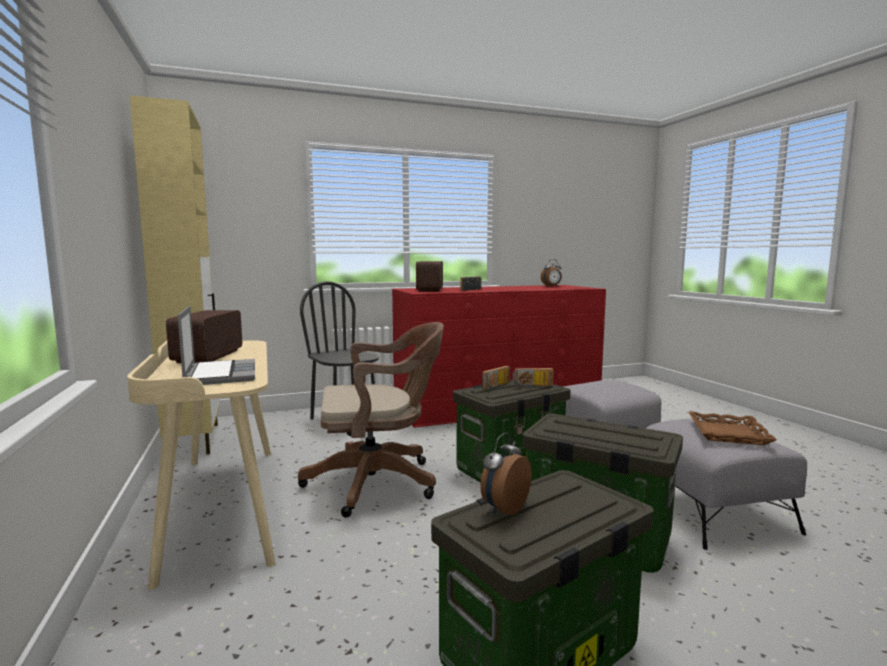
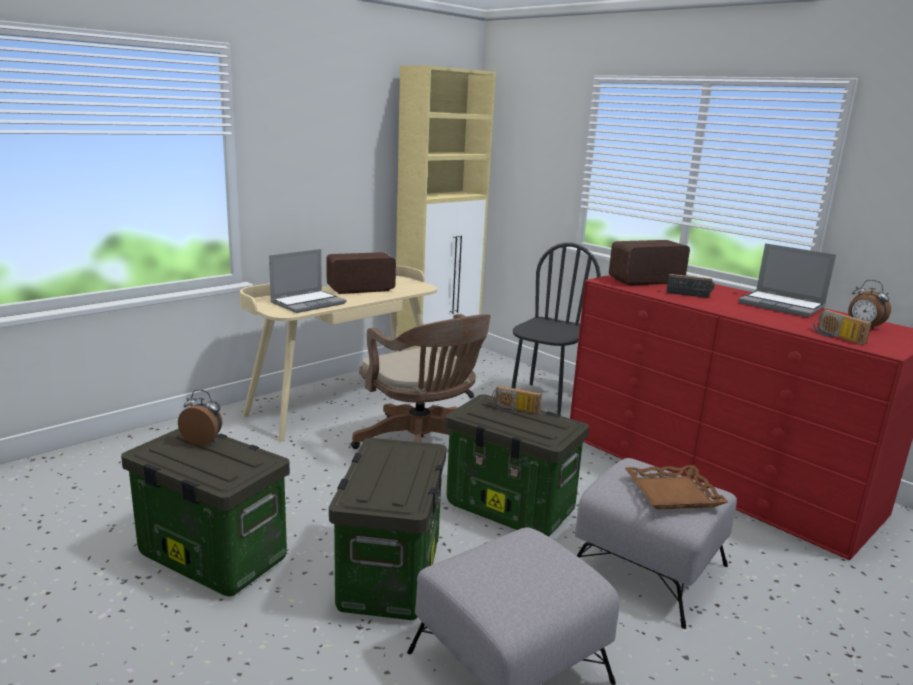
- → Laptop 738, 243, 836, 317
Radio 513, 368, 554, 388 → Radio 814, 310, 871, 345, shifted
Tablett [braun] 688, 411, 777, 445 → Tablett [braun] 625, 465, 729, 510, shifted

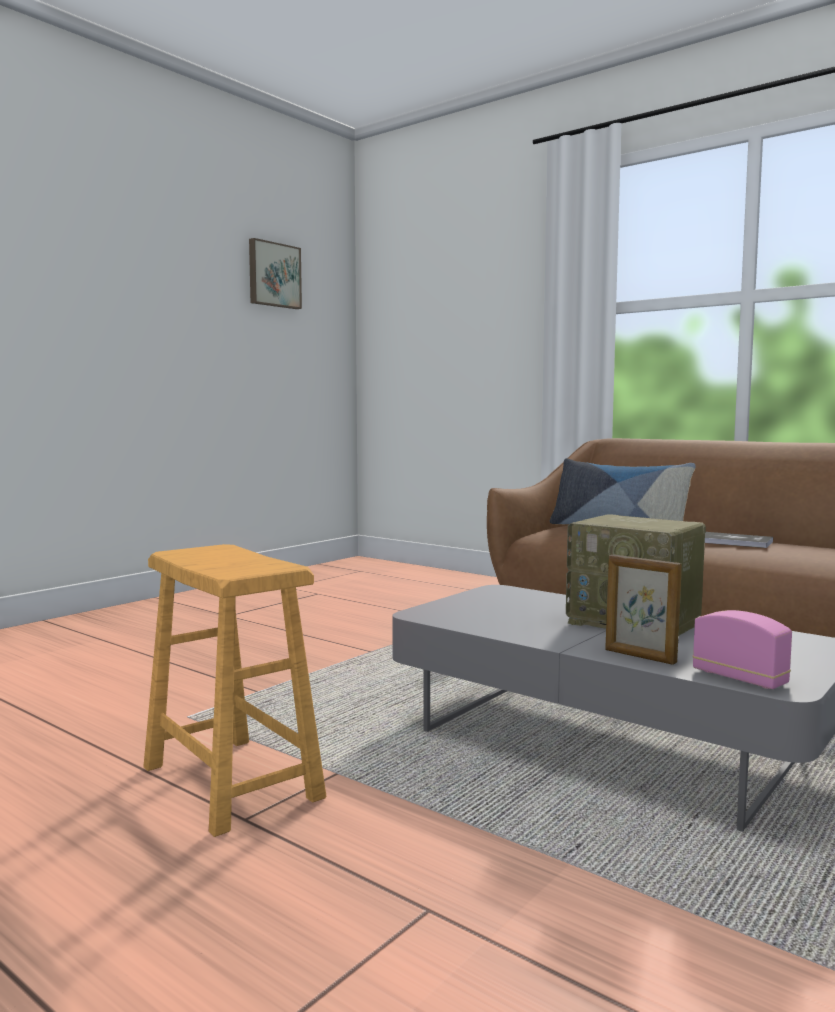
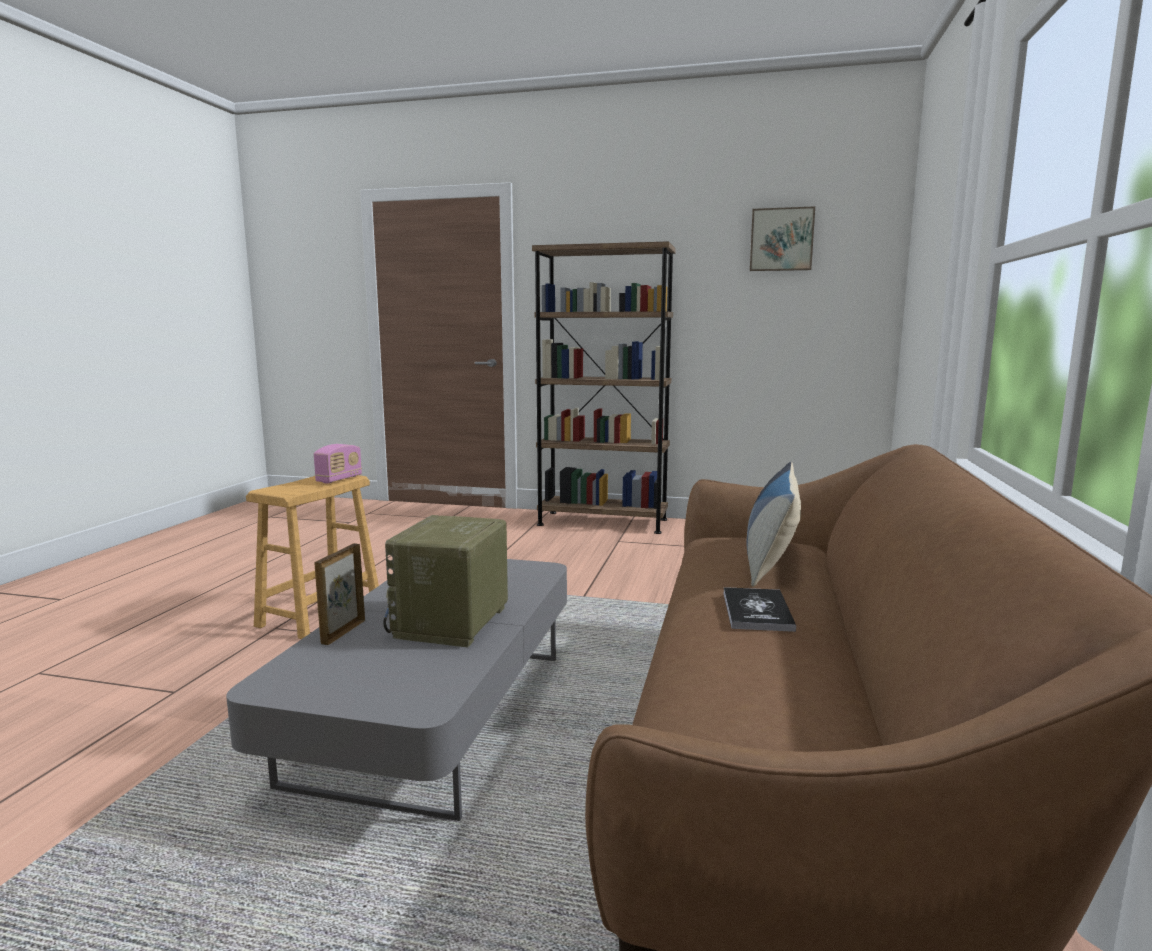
- → Bücherregal [braun] 532, 241, 676, 534
Radio 692, 610, 792, 689 → Radio 314, 444, 362, 483, shifted

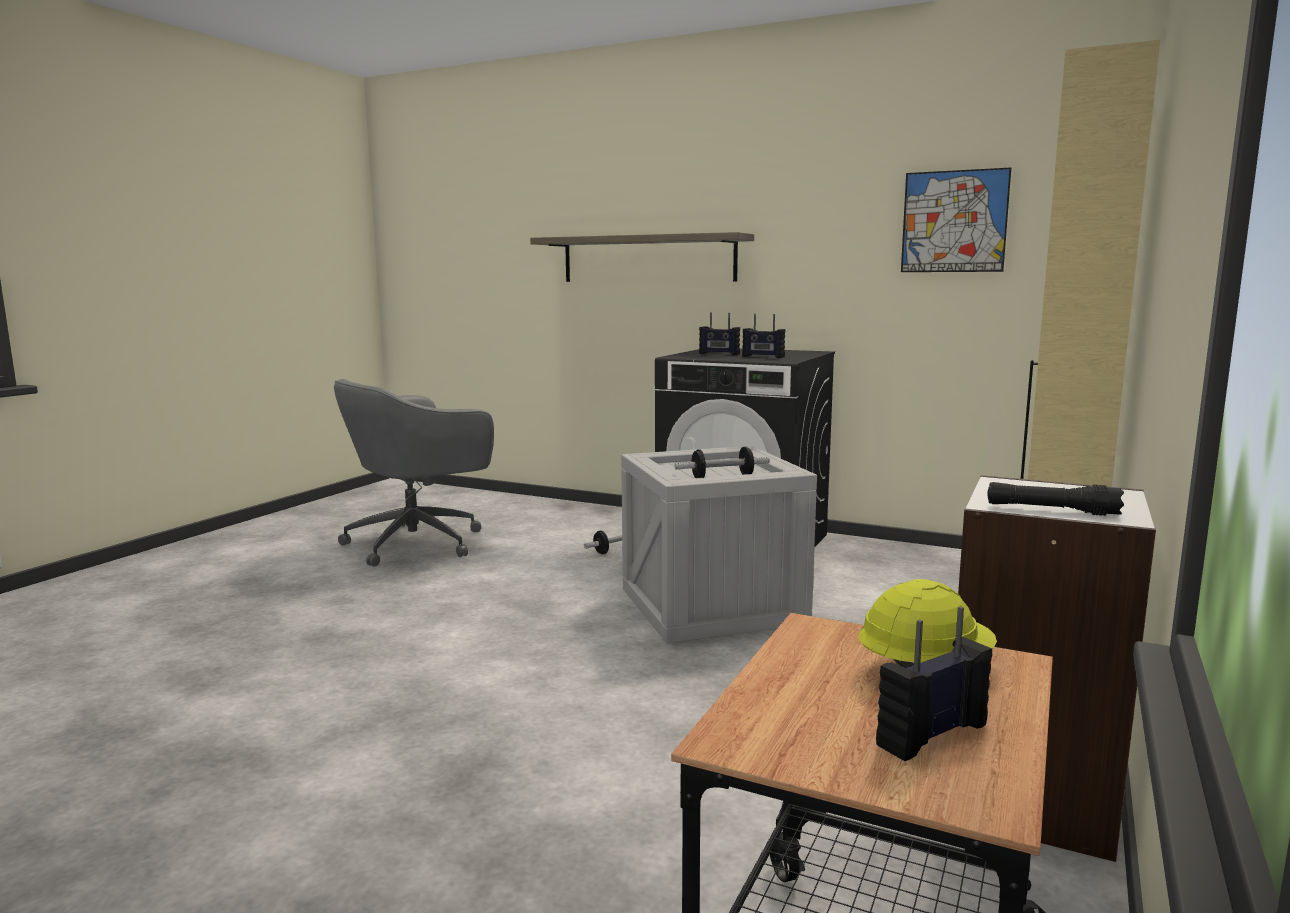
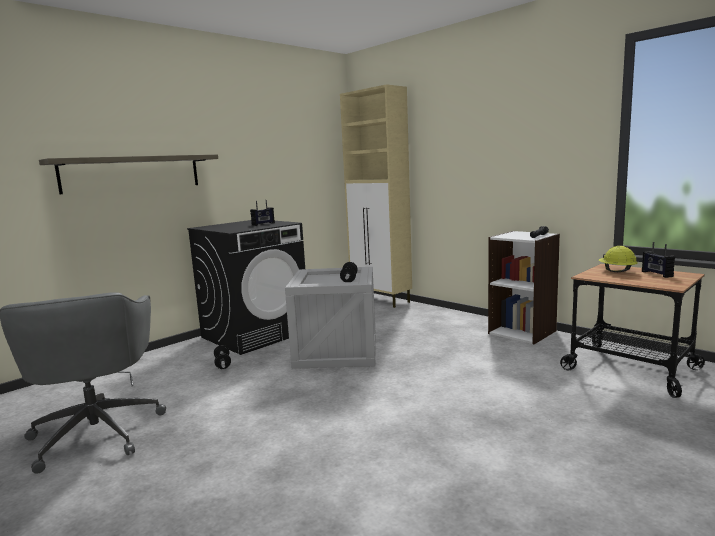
Radio 699, 313, 740, 355 → -
Bild 901, 167, 1011, 272 → -

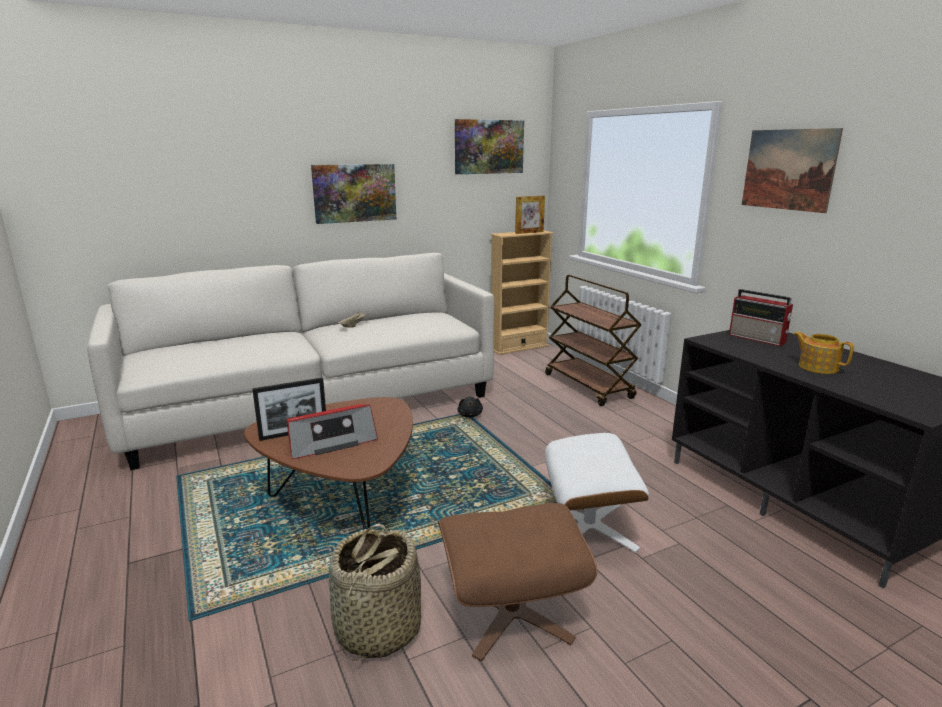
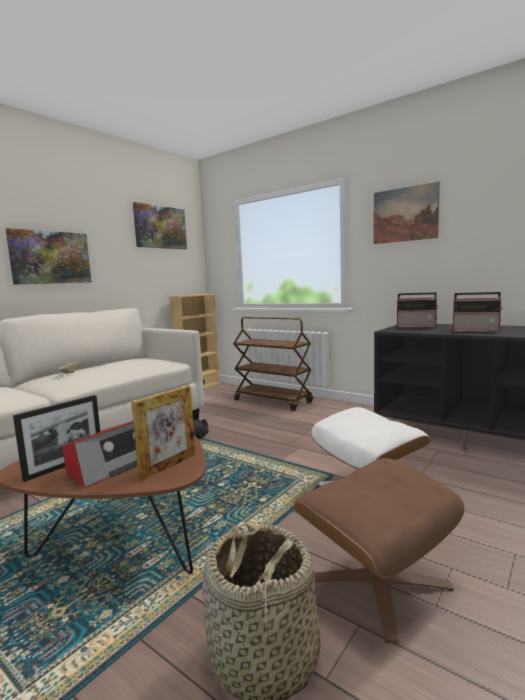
Bilderrahmen 515, 196, 545, 234 → Bilderrahmen 131, 386, 196, 481, shifted
Teekanne 793, 332, 854, 374 → Radio 453, 292, 503, 332

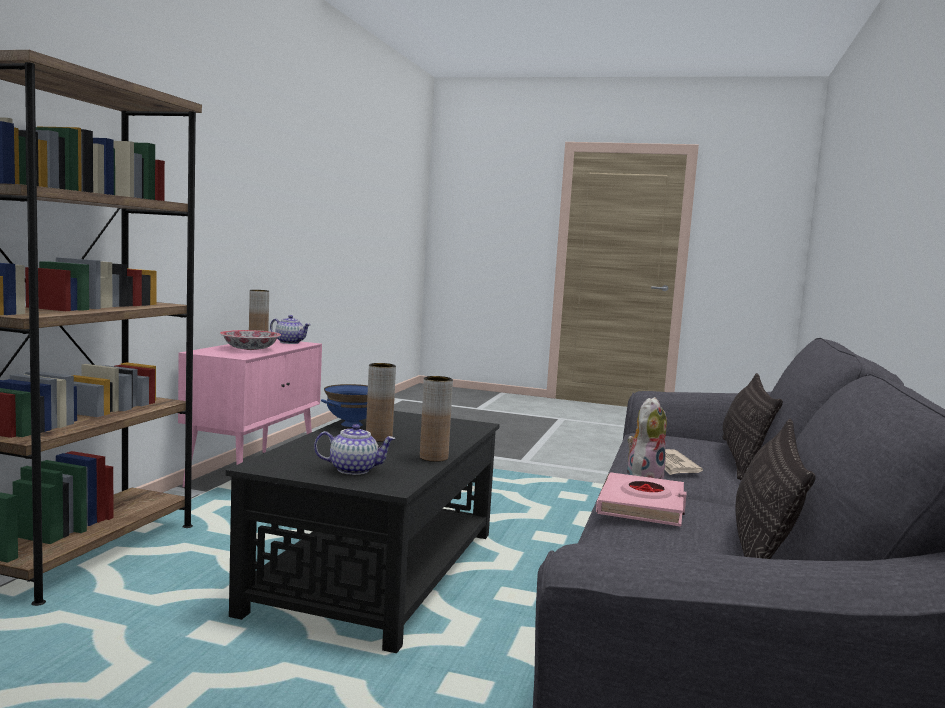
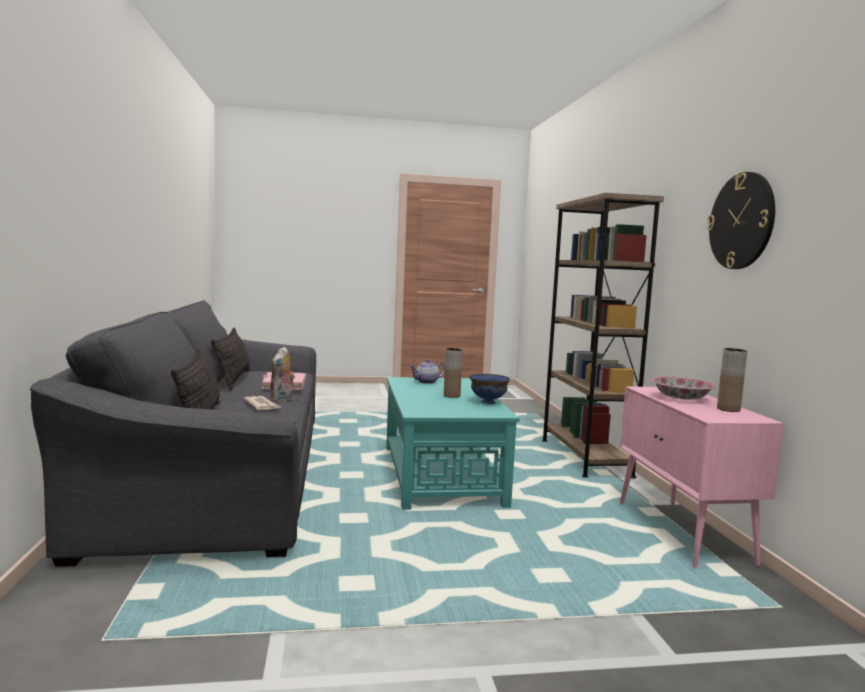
Teekanne 270, 315, 311, 344 → -
Vase [braun] 420, 376, 453, 462 → -
- → Wanduhr 707, 172, 775, 269
Couchtisch [schwarz] 226, 411, 500, 653 → Couchtisch [türkis] 386, 377, 520, 510

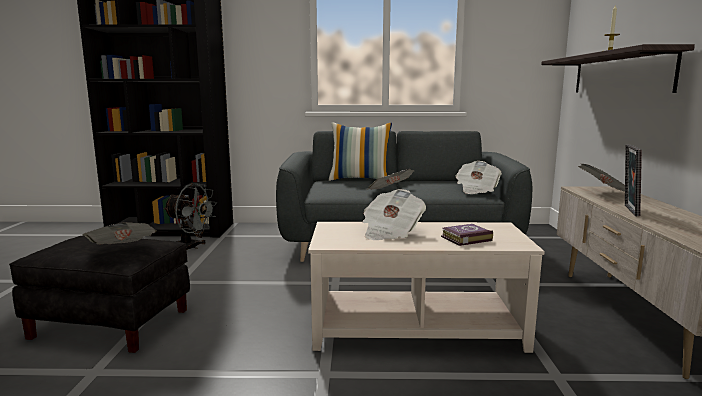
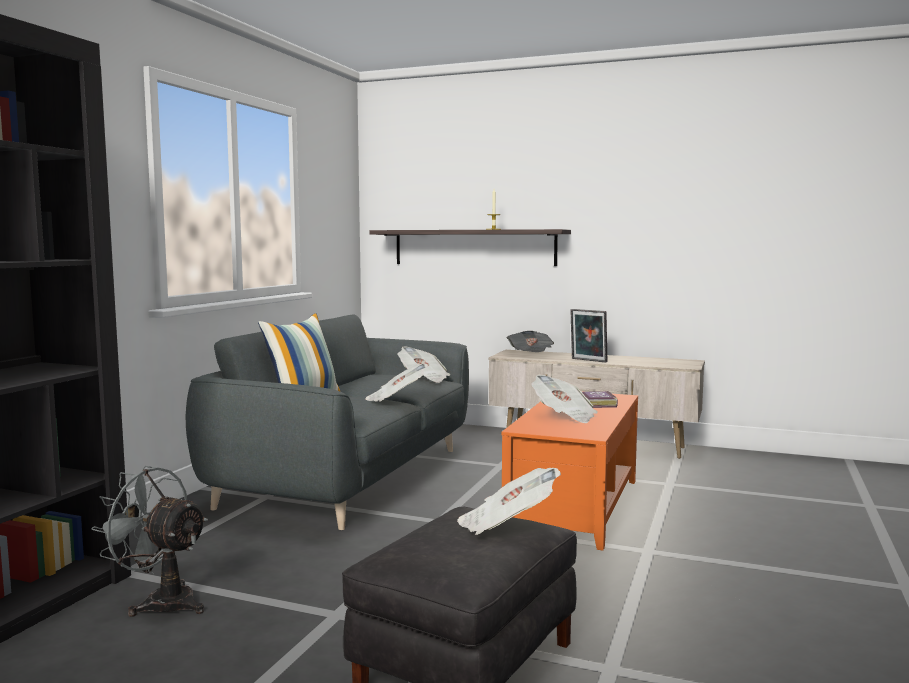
Couchtisch [beige] 308, 222, 545, 353 → Couchtisch [orange] 502, 391, 638, 551
Ventilator [grau] 163, 183, 217, 250 → Ventilator [grau] 91, 466, 208, 617, 105 degrees counterclockwise

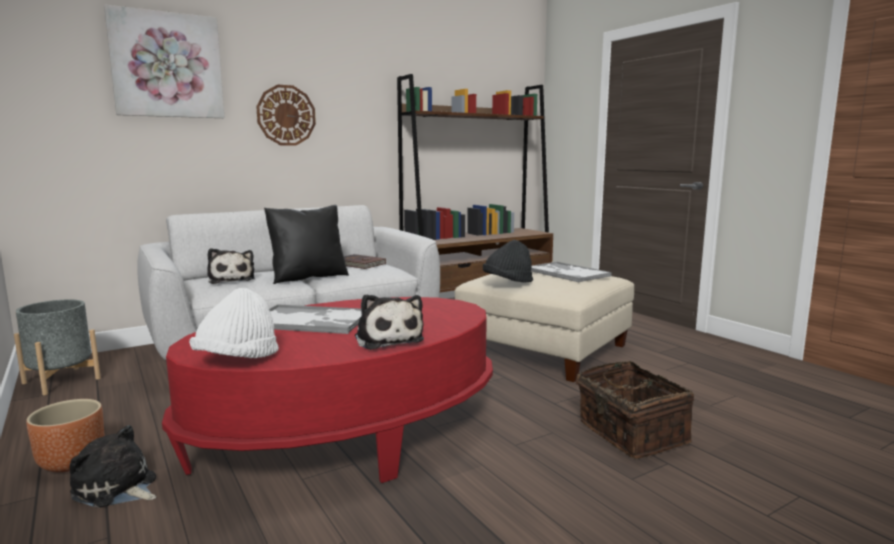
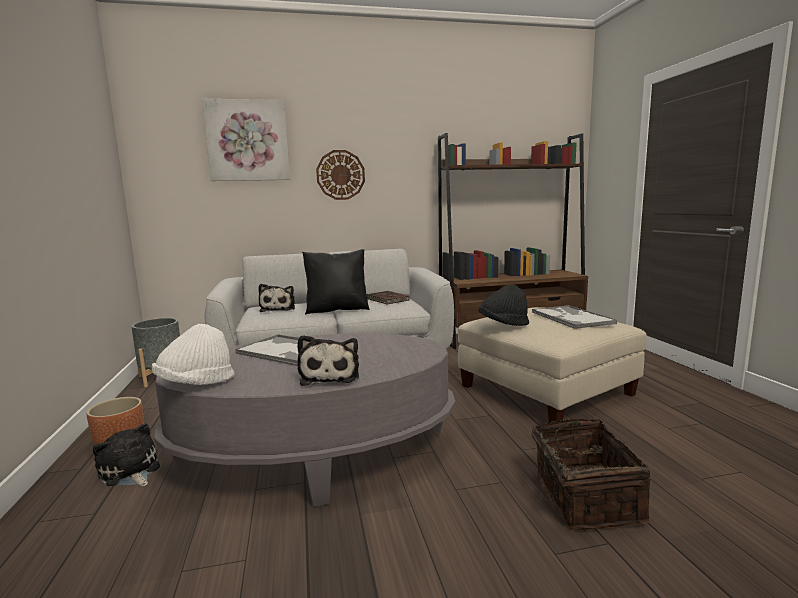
Couchtisch [rot] 162, 297, 493, 483 → Couchtisch [grau] 154, 333, 455, 507

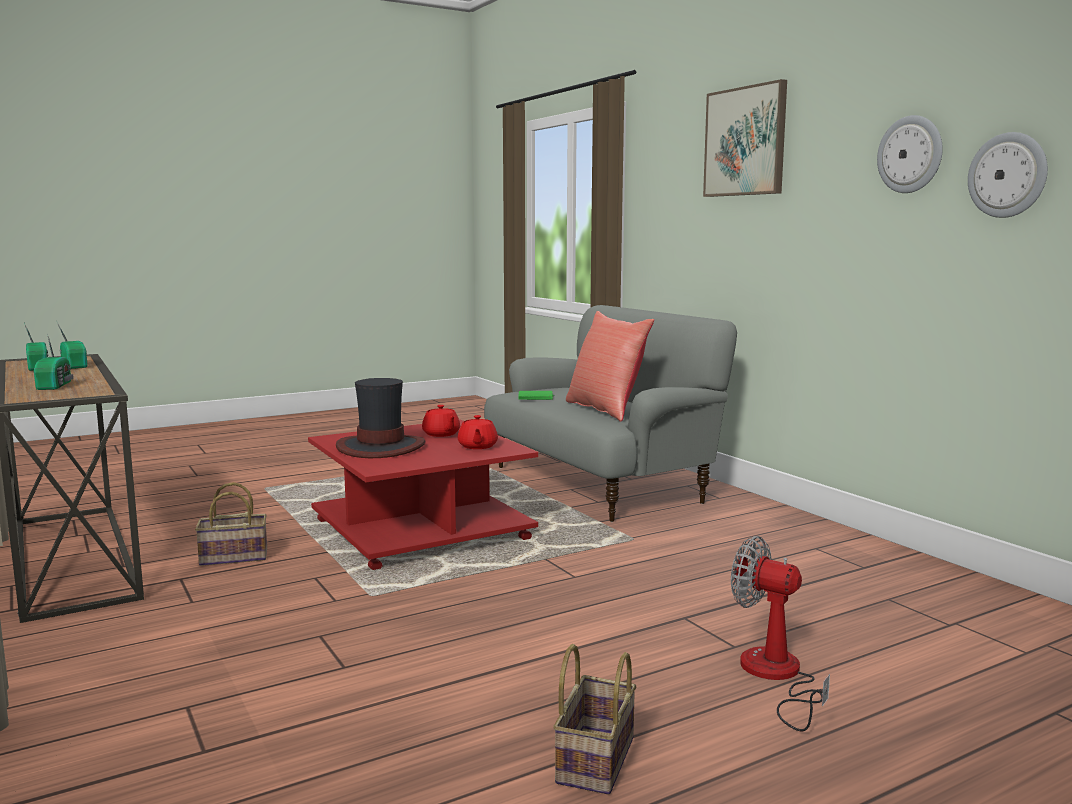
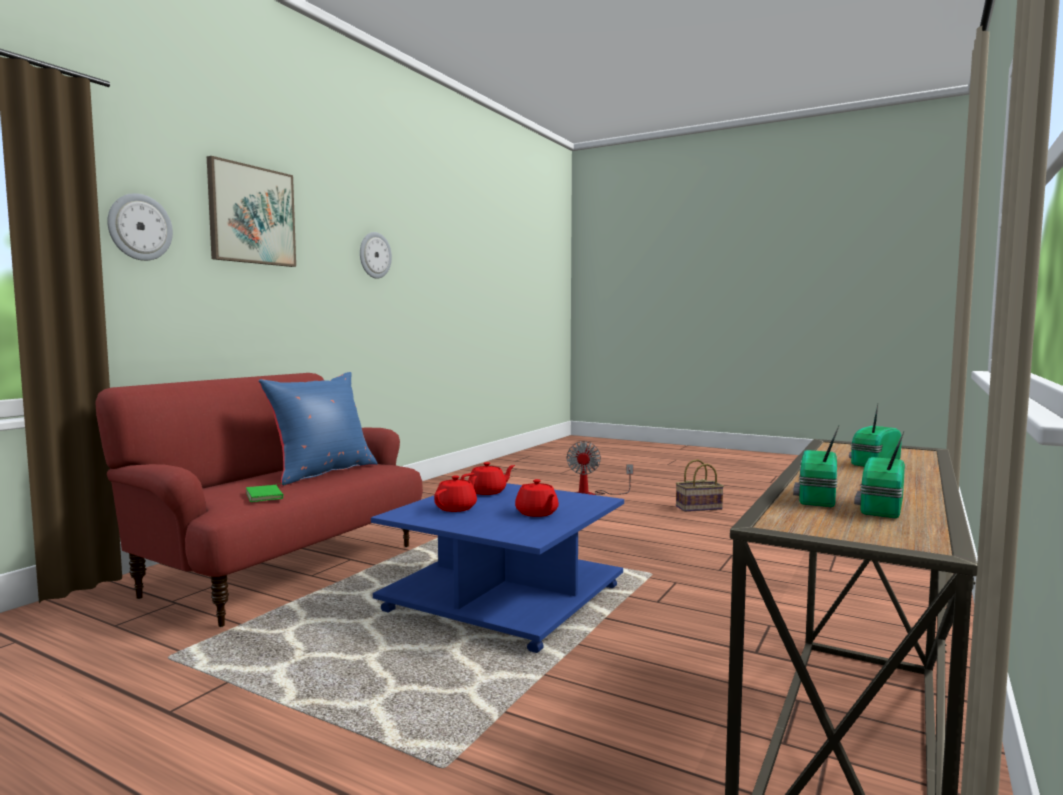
Korb 195, 482, 267, 566 → -
Wanduhr 968, 132, 1048, 218 → Wanduhr 107, 193, 173, 261, shifted
Hut 336, 378, 425, 458 → Teekanne [rot] 515, 479, 559, 517
Couchtisch [rot] 308, 419, 538, 570 → Couchtisch [blau] 371, 483, 624, 653
Sofa [grau] 484, 305, 737, 522 → Sofa [rot] 95, 373, 423, 627
Kissen [rot] 566, 311, 654, 422 → Kissen [blau] 258, 372, 378, 486

